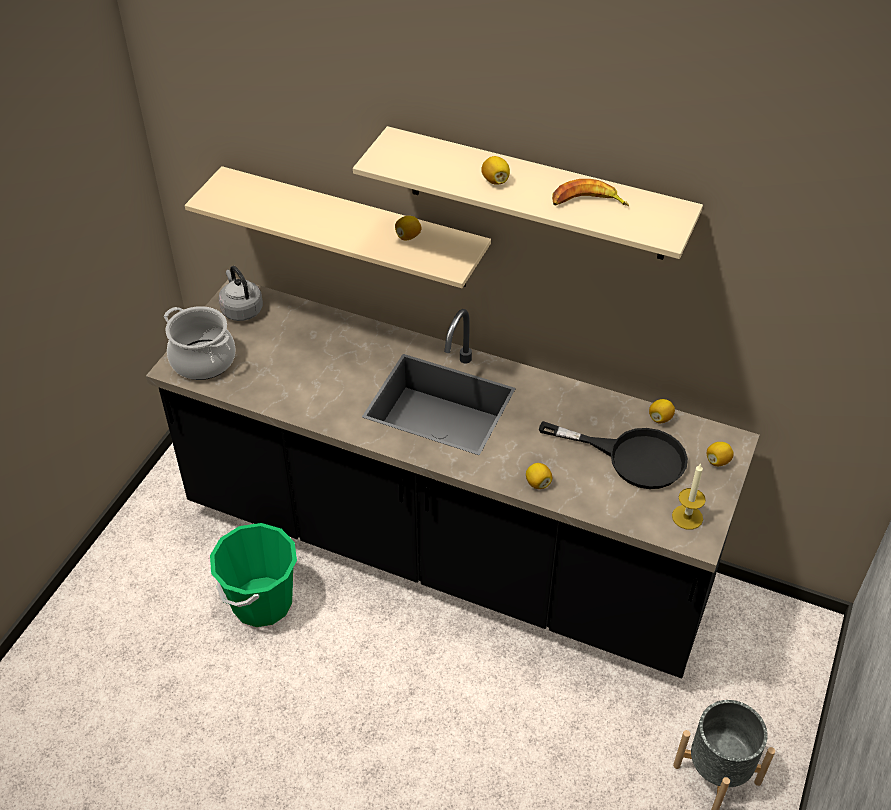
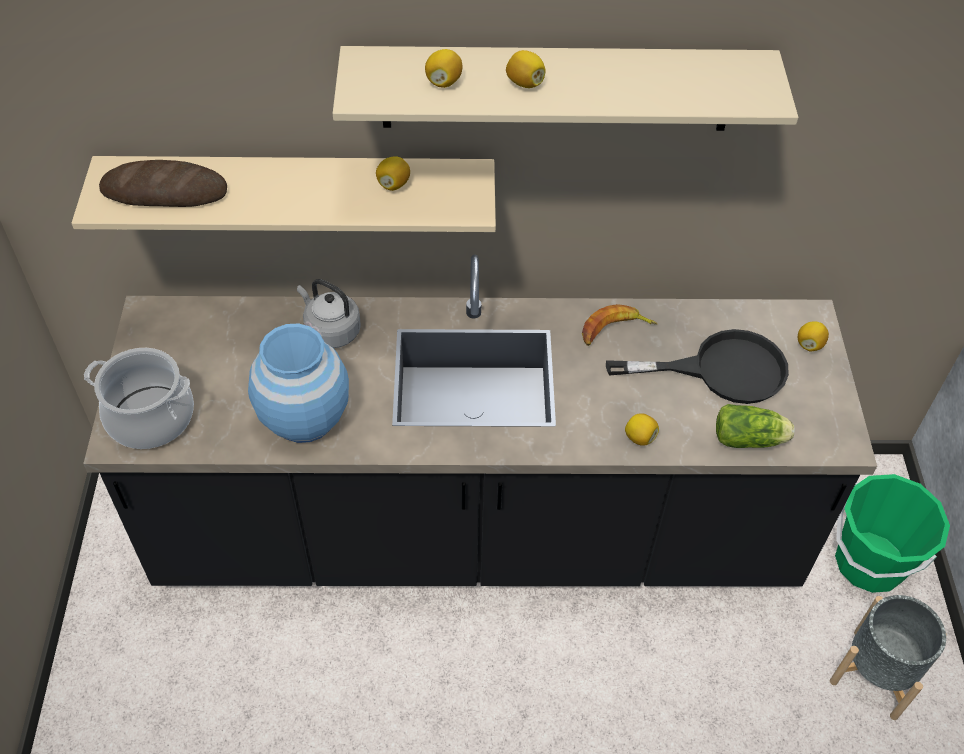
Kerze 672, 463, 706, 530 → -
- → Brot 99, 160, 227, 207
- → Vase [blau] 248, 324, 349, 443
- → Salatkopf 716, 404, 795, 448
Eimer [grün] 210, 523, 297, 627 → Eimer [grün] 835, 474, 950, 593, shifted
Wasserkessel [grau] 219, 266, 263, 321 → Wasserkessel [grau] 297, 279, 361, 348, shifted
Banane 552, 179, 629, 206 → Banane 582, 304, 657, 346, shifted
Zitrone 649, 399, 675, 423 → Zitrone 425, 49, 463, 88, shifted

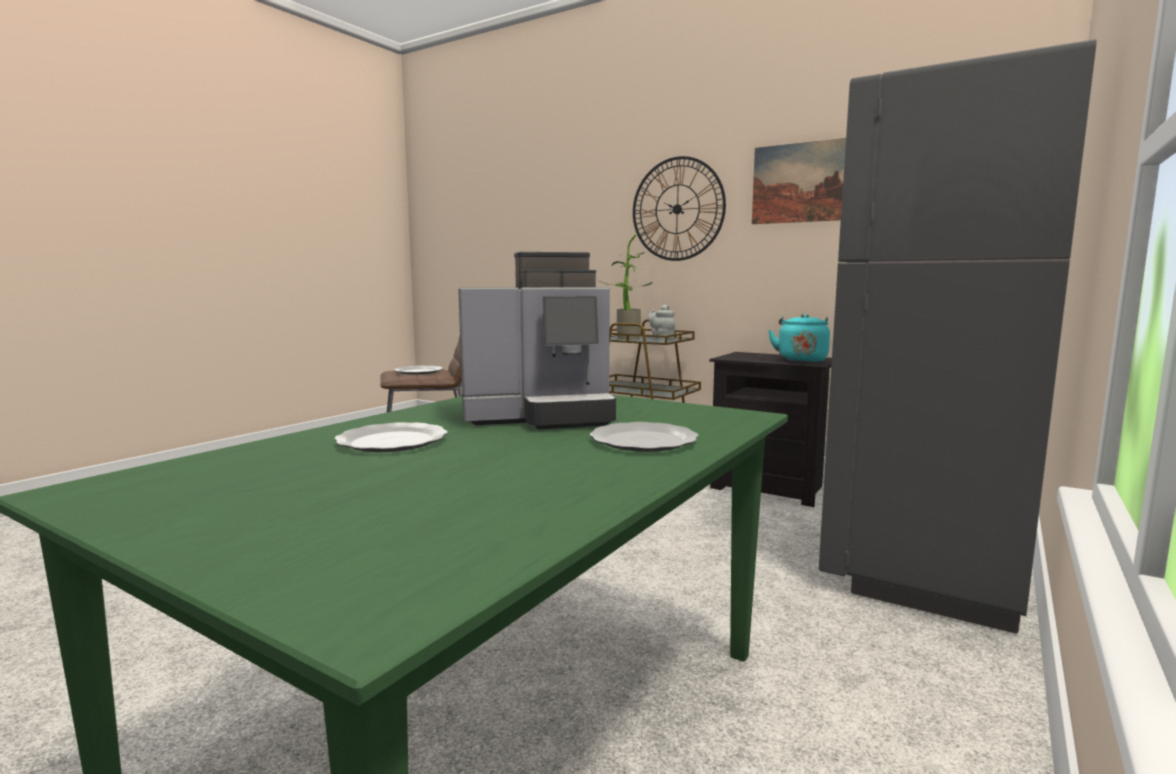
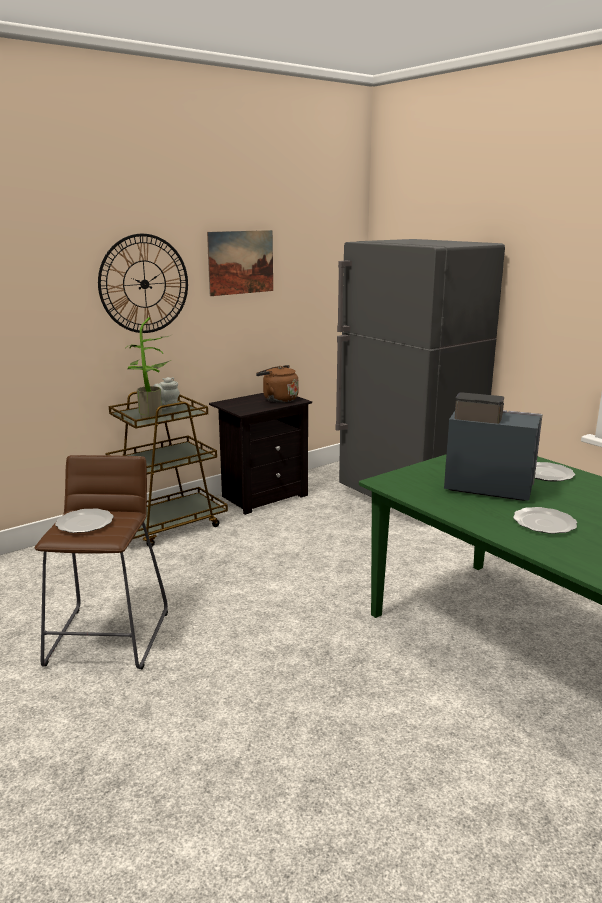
Wasserkessel [türkis] 768, 314, 830, 363 → Wasserkessel [braun] 256, 365, 298, 402
Kaffeemaschine 458, 252, 616, 429 → Kaffeemaschine 444, 392, 543, 501, 75 degrees counterclockwise

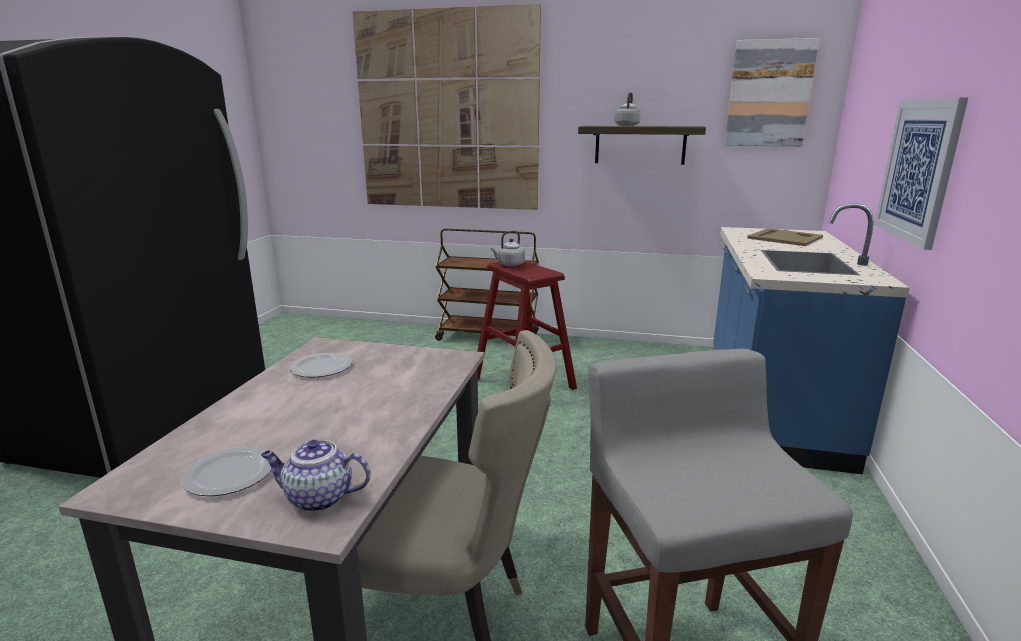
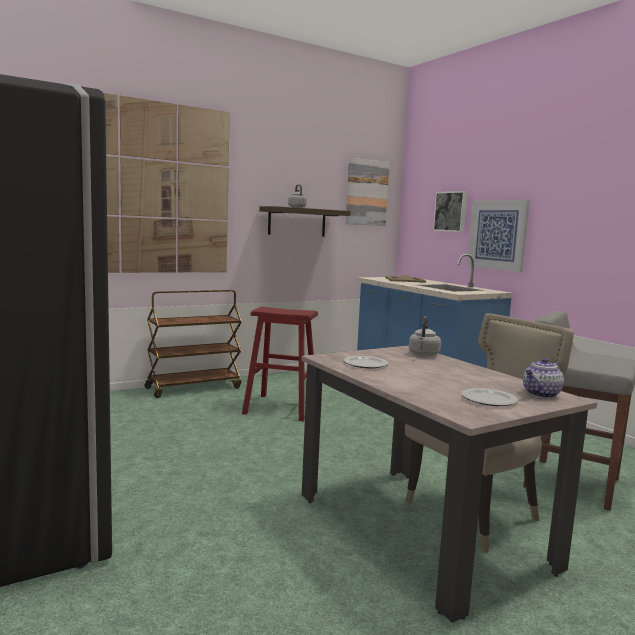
- → Bild 433, 191, 467, 232
Wasserkessel [grau] 491, 231, 525, 266 → Wasserkessel [grau] 409, 316, 441, 356, shifted

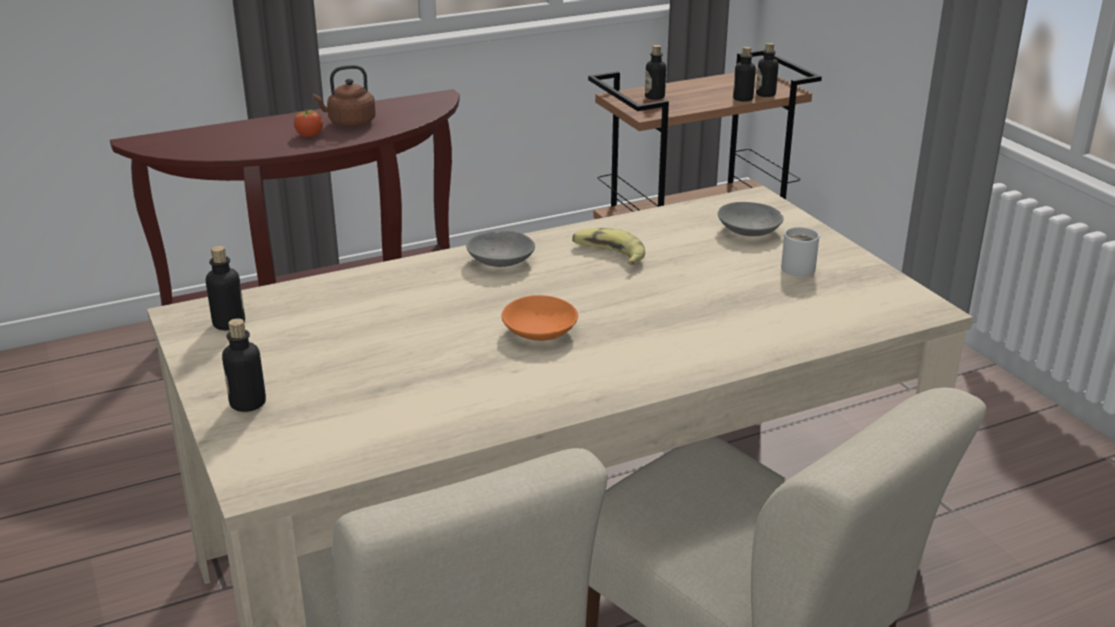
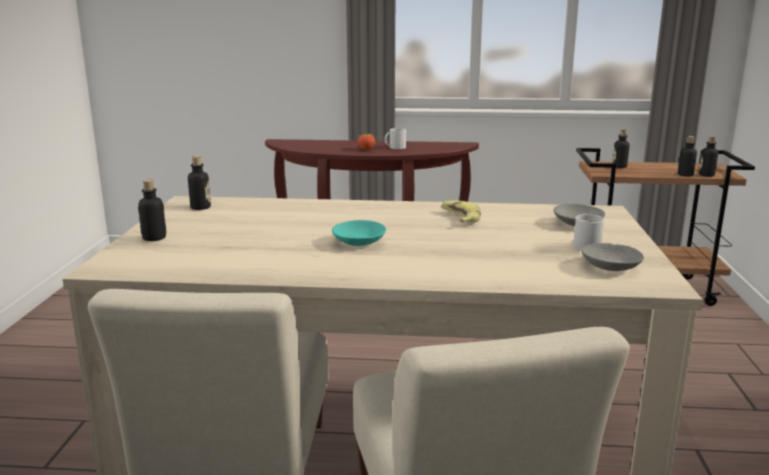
Schüssel [grau] 466, 231, 535, 267 → Schüssel [grau] 581, 243, 644, 271, shifted
Wasserkessel [braun] 312, 65, 376, 127 → Henkelbecher [weiß] 385, 128, 406, 149
Schüssel [orange] 502, 295, 578, 341 → Schüssel [türkis] 332, 220, 386, 246

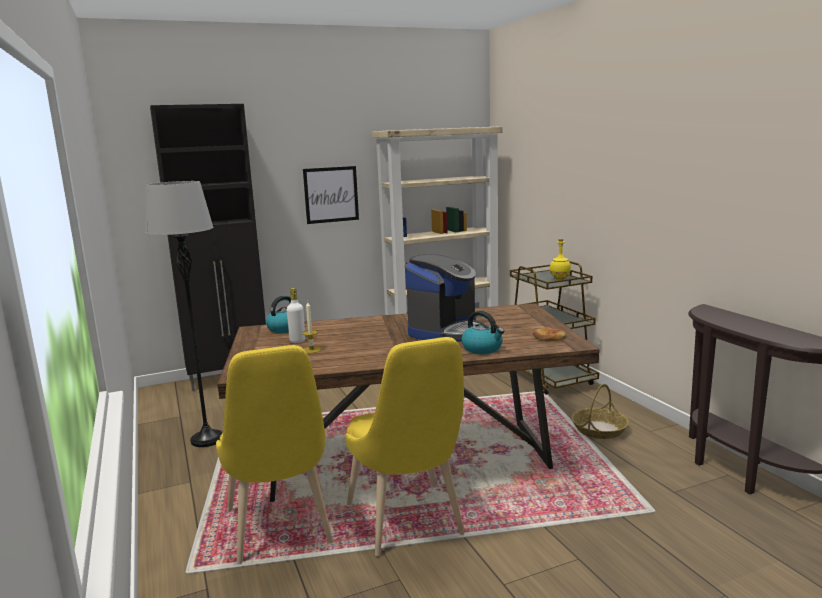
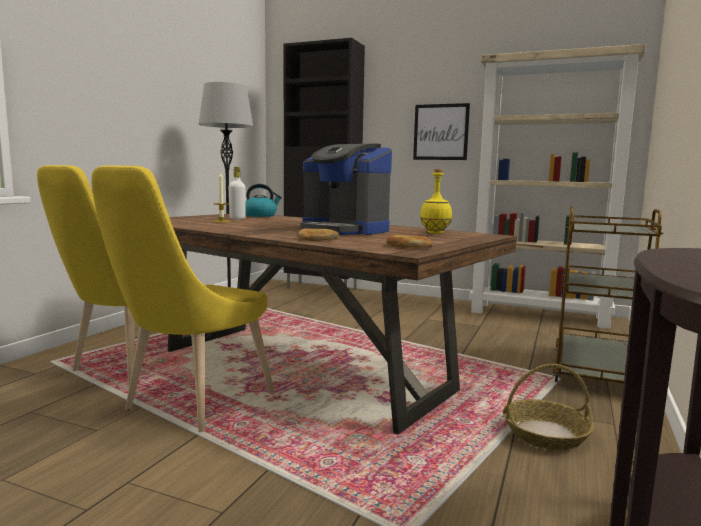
Flasche [gelb] 550, 239, 571, 280 → Flasche [gelb] 420, 169, 452, 234, shifted
Wasserkessel 462, 311, 504, 354 → Brot 297, 228, 339, 241
Kaffeemaschine 405, 254, 484, 341 → Kaffeemaschine 300, 144, 392, 235, 45 degrees clockwise

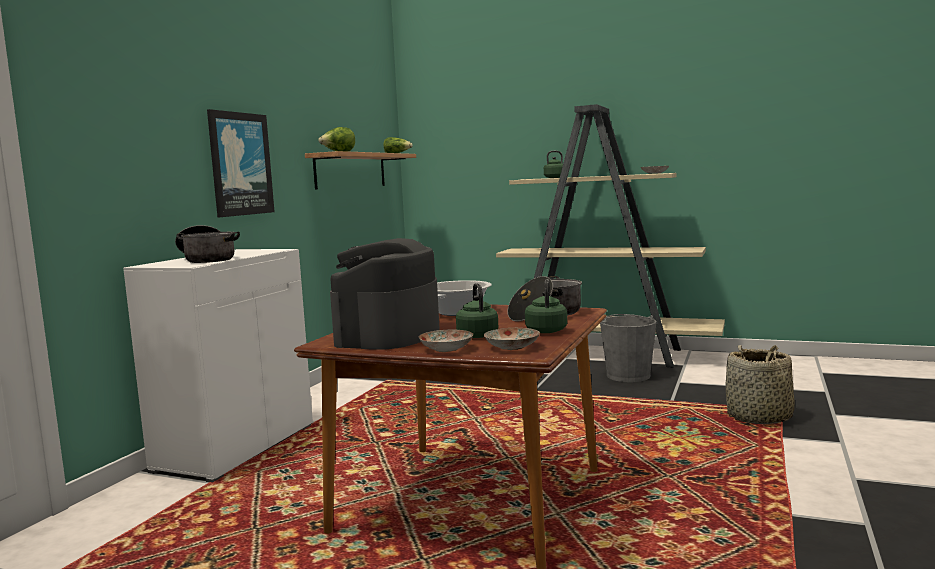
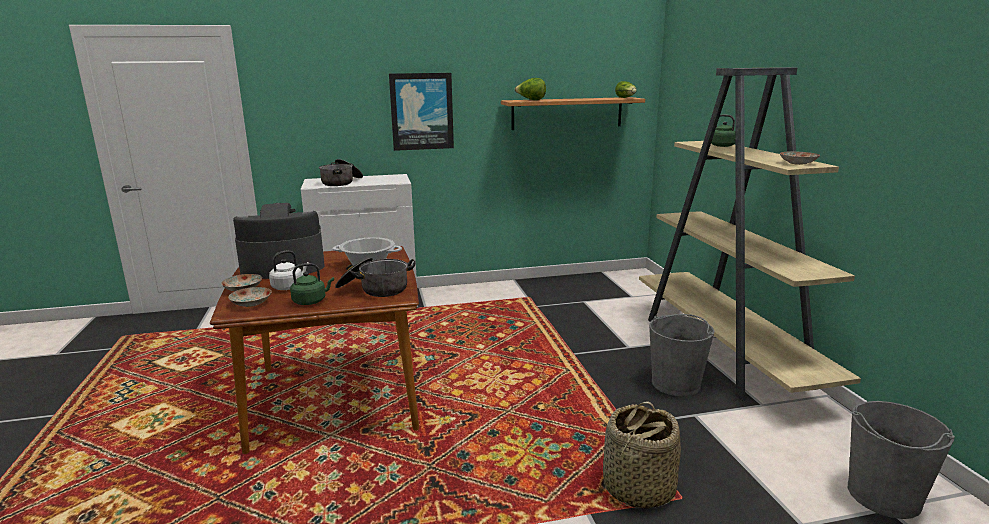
- → Eimer [grau] 848, 401, 955, 519
Wasserkessel [grün] 456, 283, 498, 338 → Wasserkessel [weiß] 269, 250, 309, 290

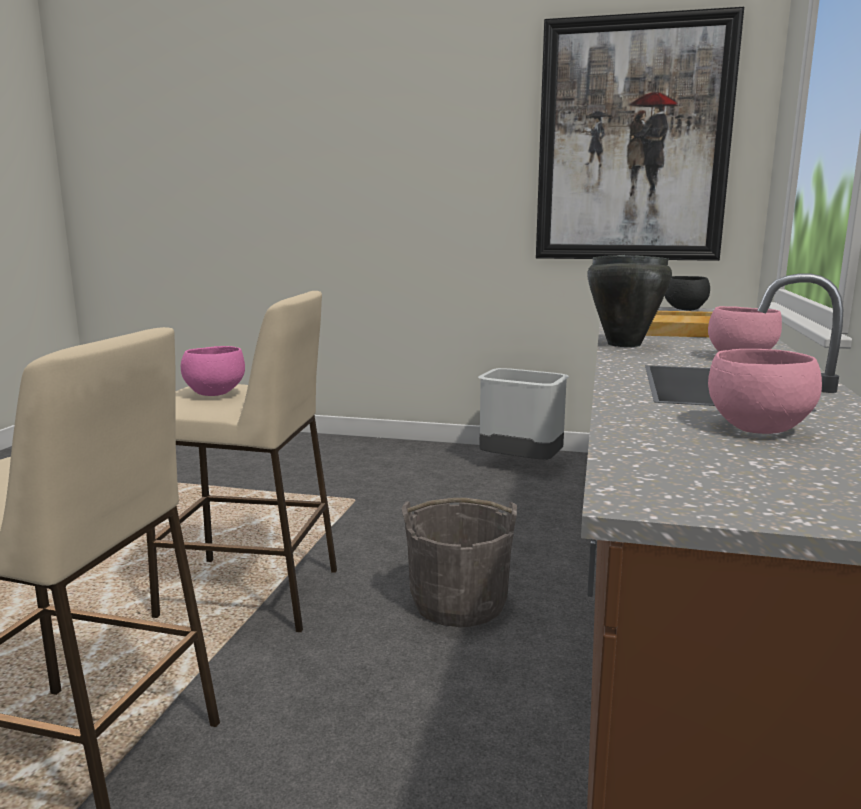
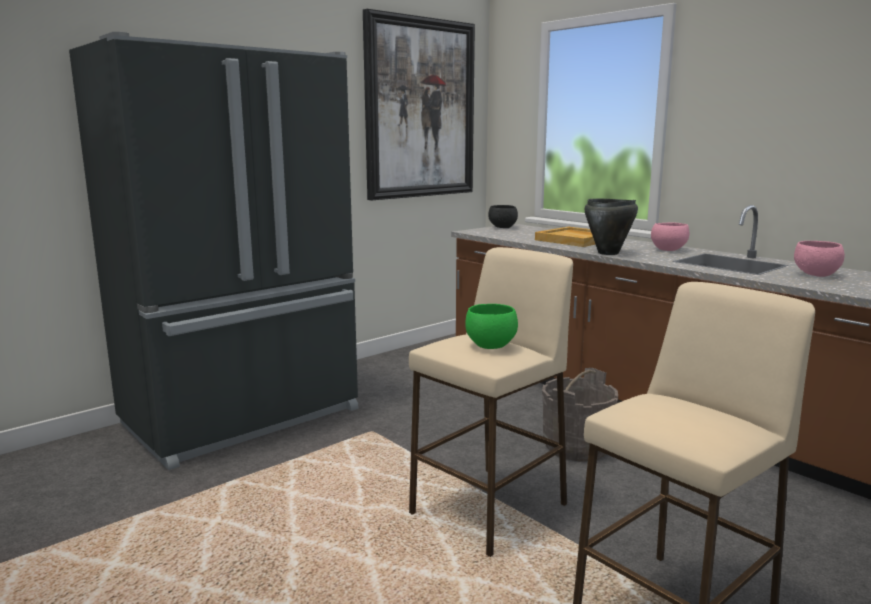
Mülleimer [grau] 478, 368, 569, 460 → -
- → Kühlschrank [schwarz] 69, 32, 359, 470
Schüssel [rosa] 181, 346, 245, 396 → Schüssel [grün] 465, 304, 518, 349

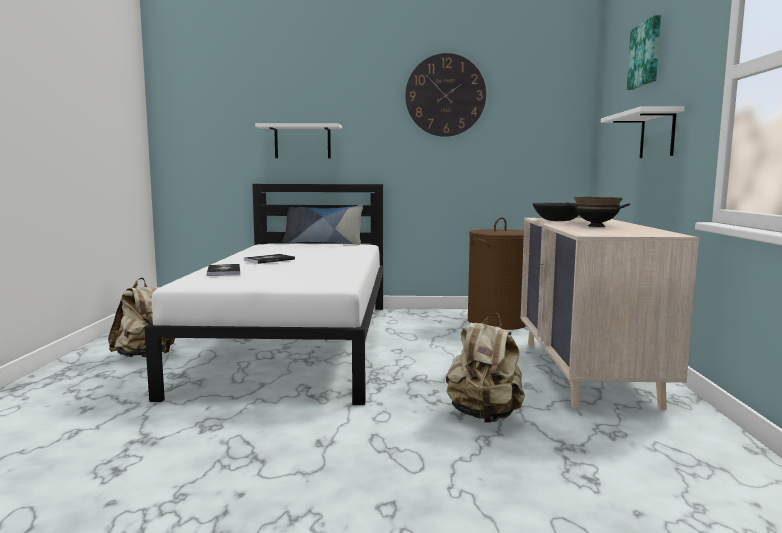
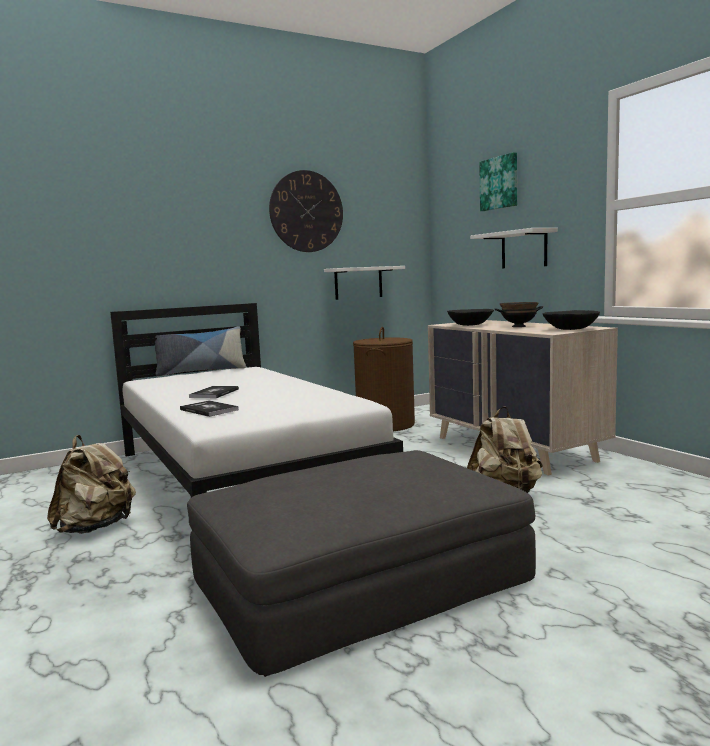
- → Polsterhocker [grau] 187, 450, 536, 677
- → Schüssel [schwarz] 543, 310, 600, 330
Wandregal [weiß] 255, 123, 342, 158 → Wandregal [weiß] 324, 266, 405, 300, shifted

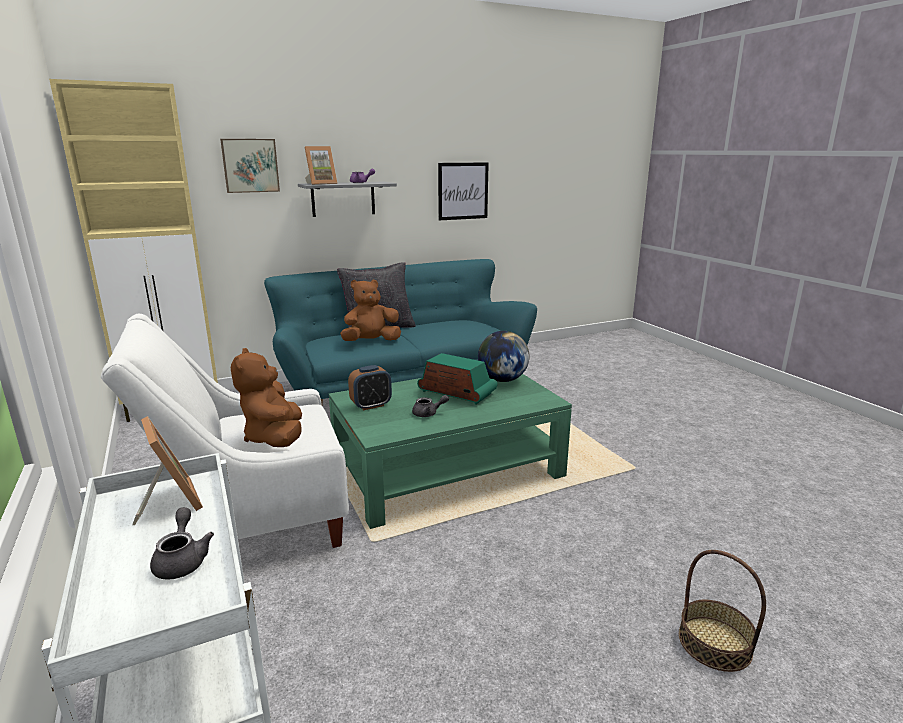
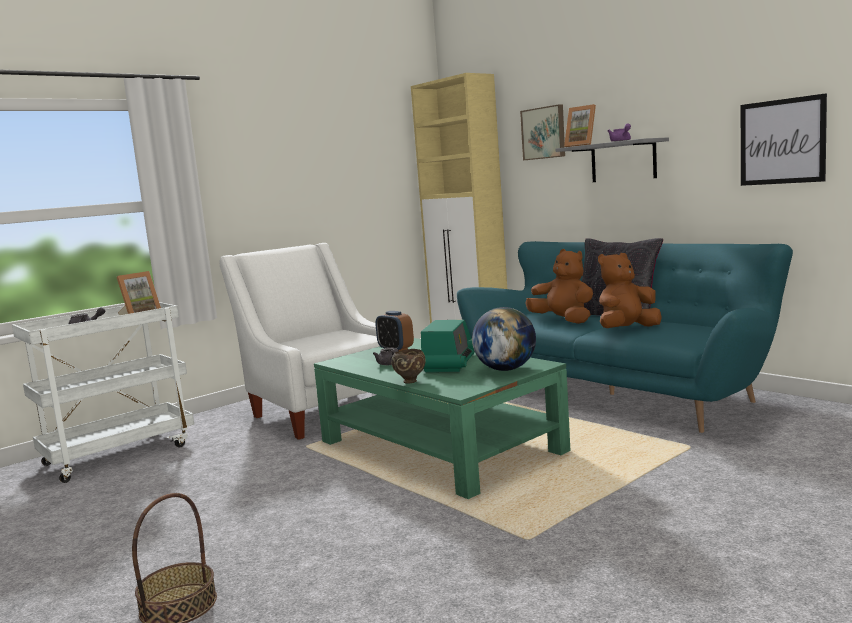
- → Schüssel [braun] 391, 349, 426, 383
Plüschtier [braun] 231, 348, 302, 447 → Plüschtier [braun] 598, 253, 662, 328, shifted

